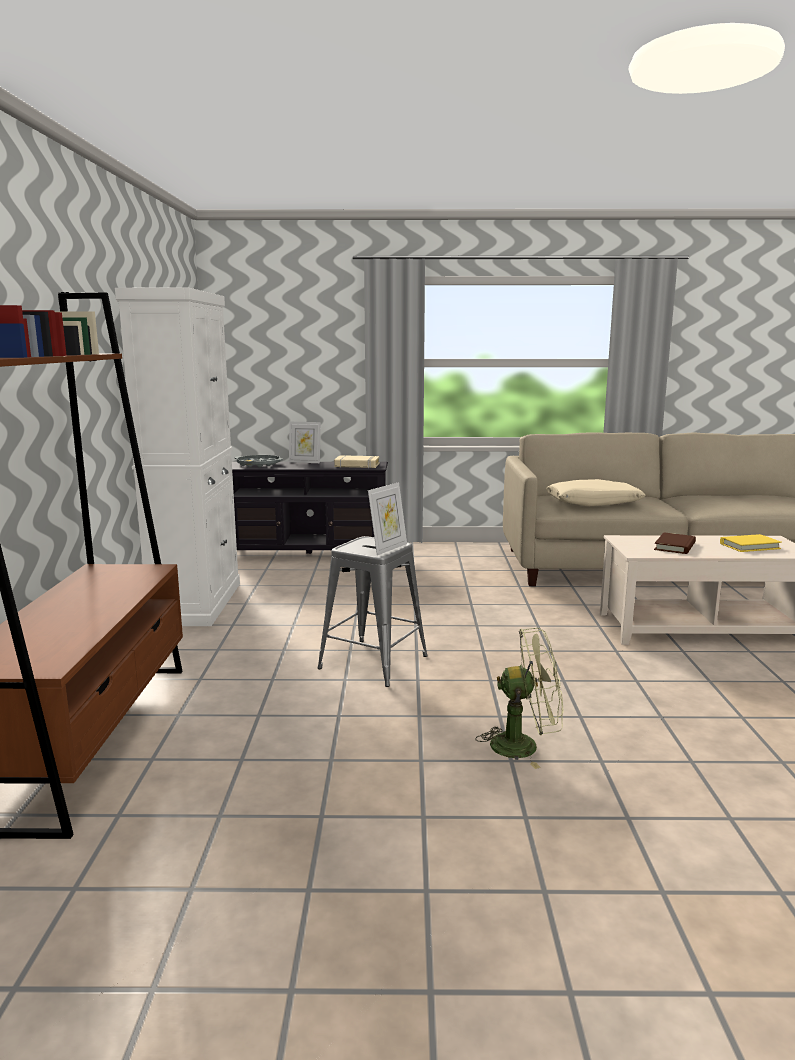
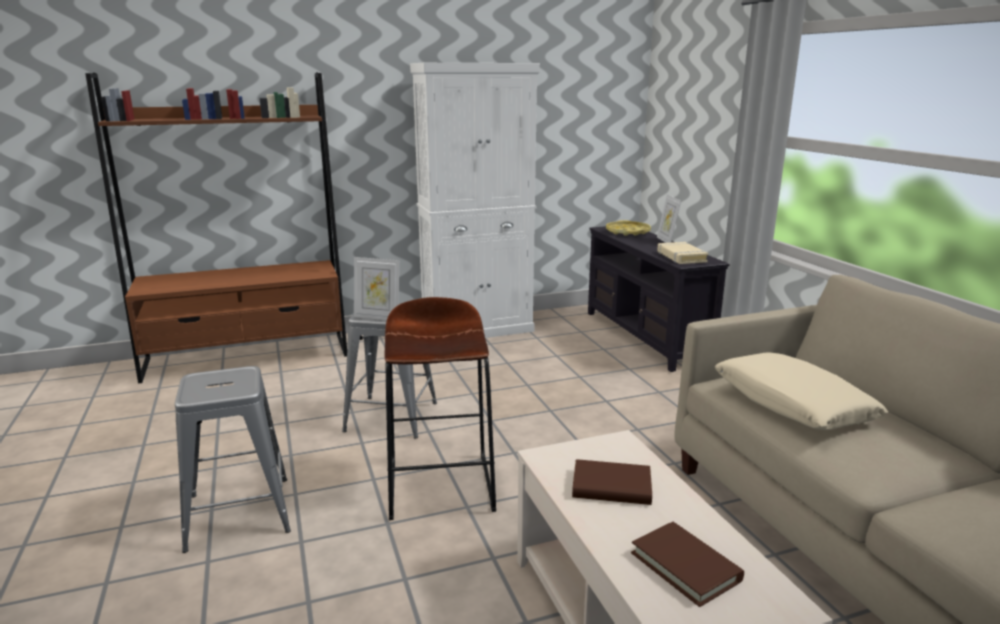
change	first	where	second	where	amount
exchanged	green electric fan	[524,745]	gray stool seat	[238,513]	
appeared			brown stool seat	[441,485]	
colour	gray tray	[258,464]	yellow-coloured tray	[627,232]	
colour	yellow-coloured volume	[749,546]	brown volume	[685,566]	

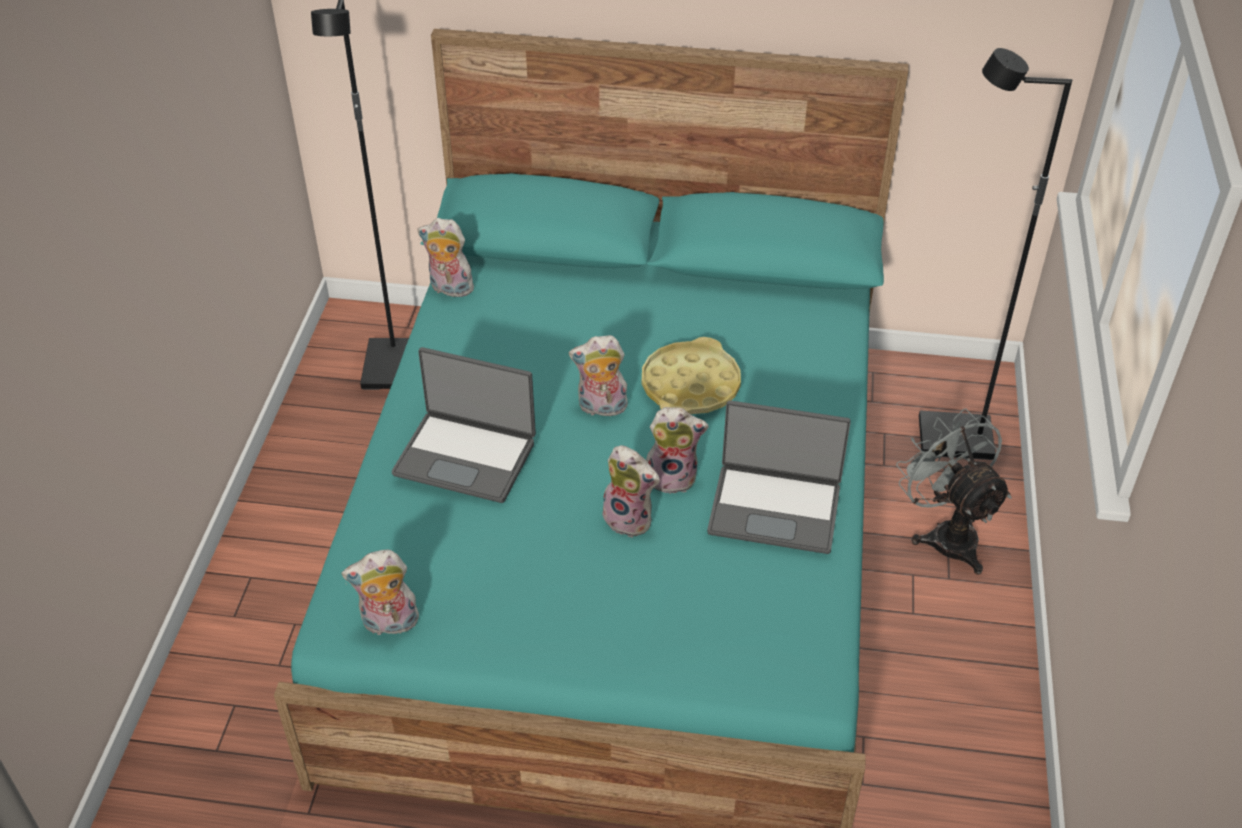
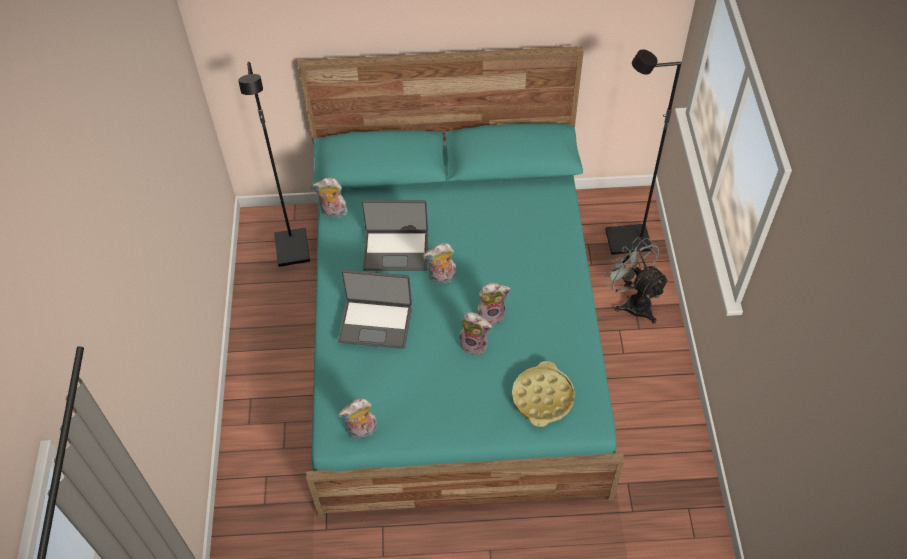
change	first	where	second	where	amount
relocated	notebook computer	[775,508]		[396,250]	
relocated	yellow-coloured tray	[690,385]		[542,397]	

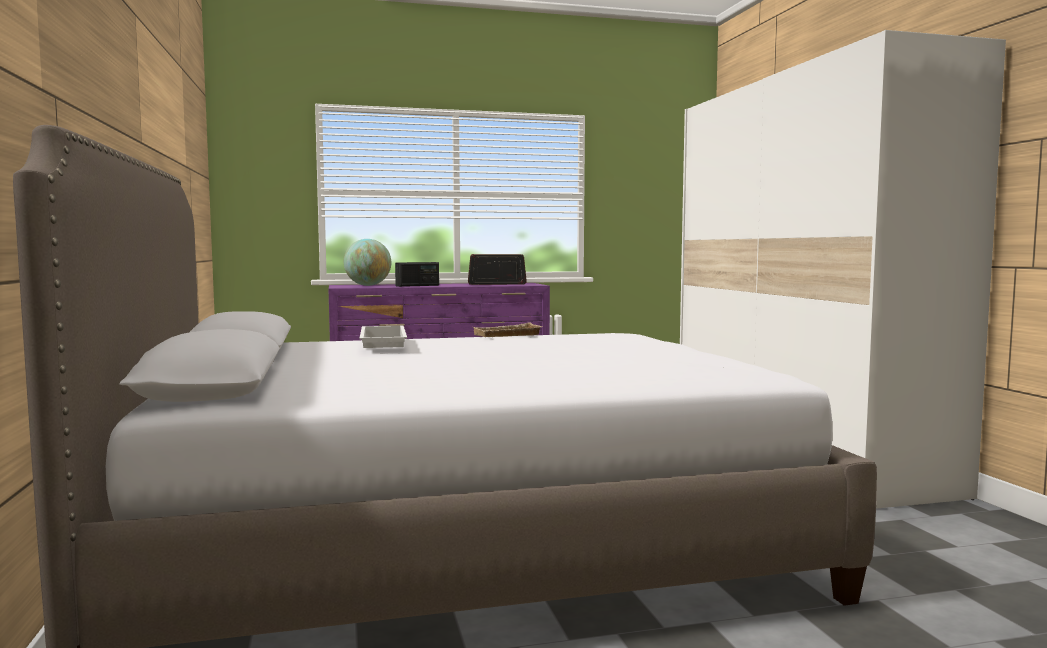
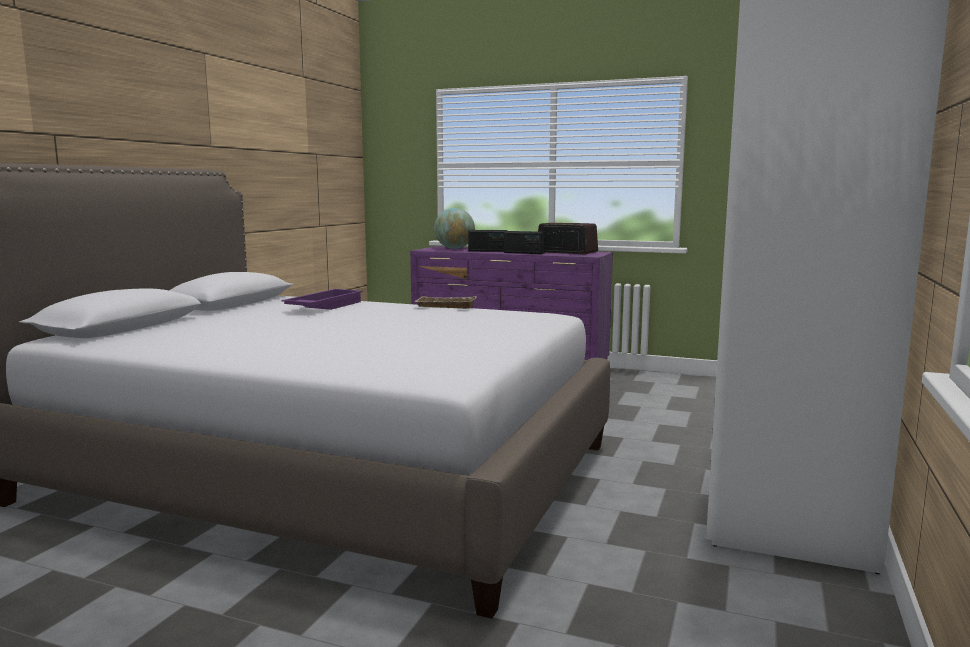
change	first	where	second	where	amount
colour	whitish tray	[381,345]	purple tray	[323,306]	
appeared			radio set	[524,253]	

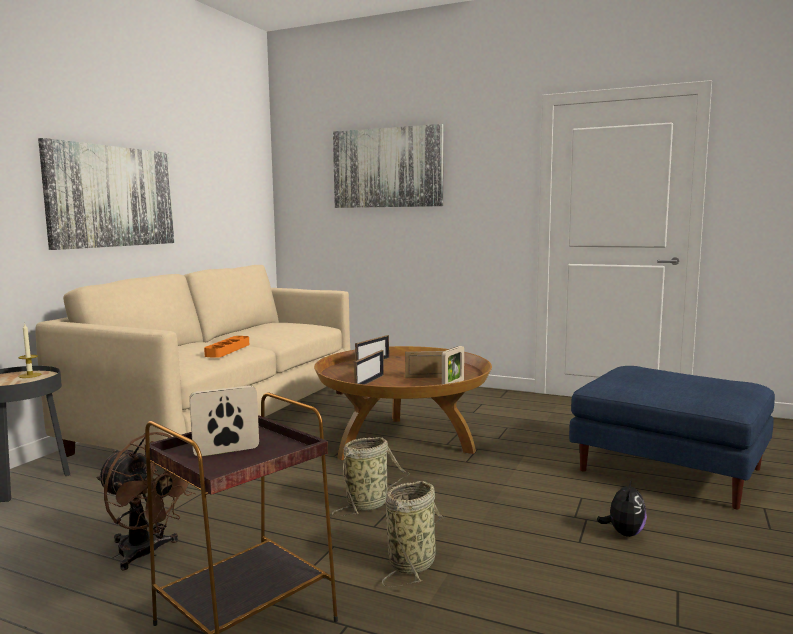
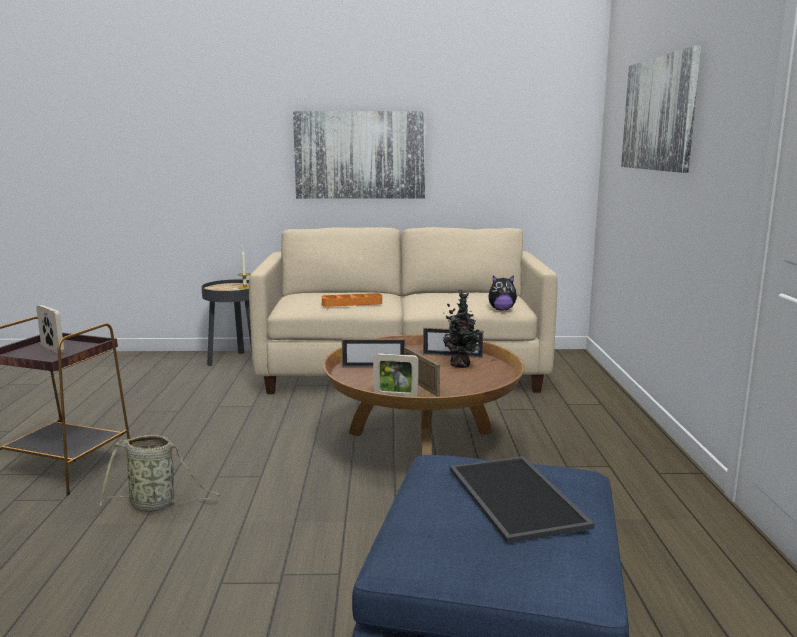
change	first	where	second	where	amount
appeared			houseplant	[462,366]	
appeared			tray	[518,497]	
relocated	soft toy	[623,533]		[501,309]	
missing	brown electric fan	[147,553]			
missing	household basket	[369,503]			

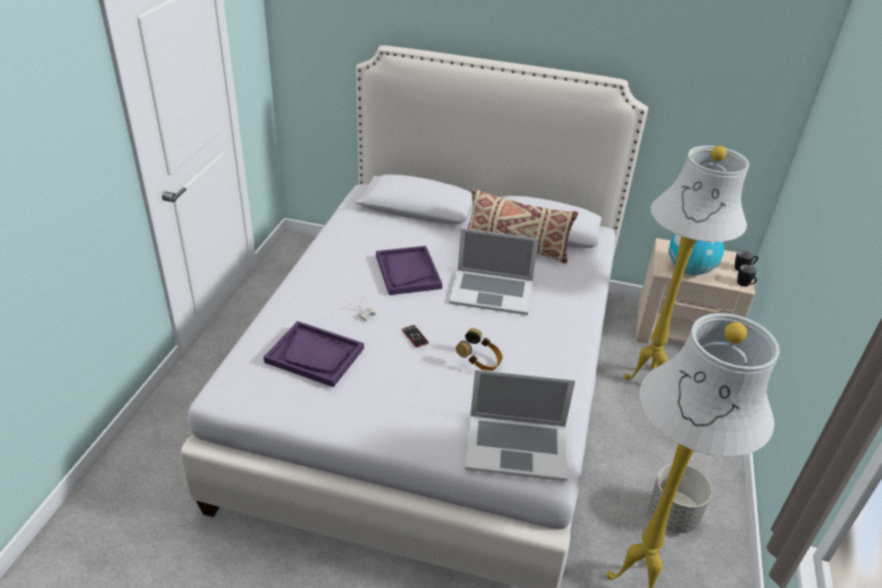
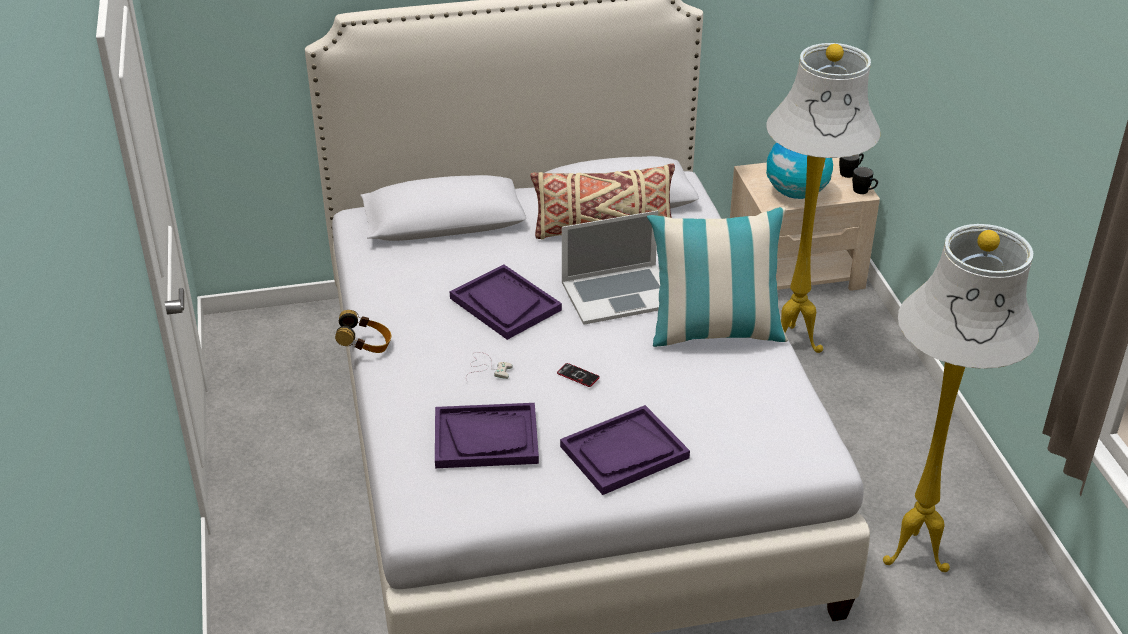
change	first	where	second	where	amount
relocated	headphones	[480,362]		[365,346]	
appeared			purple tray	[624,452]	
appeared			pillow	[715,332]	
missing	notebook computer	[516,446]			
missing	gray flower pot	[673,516]			

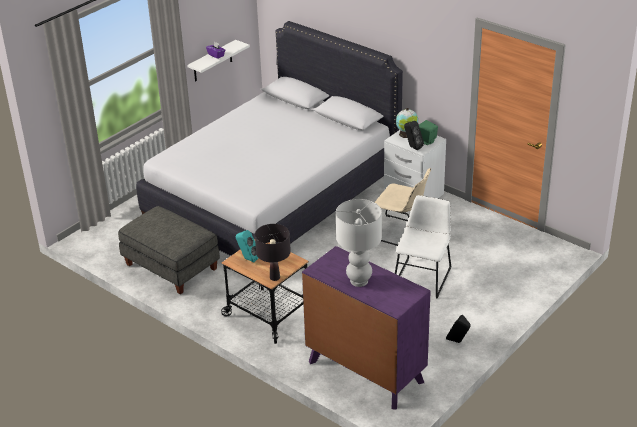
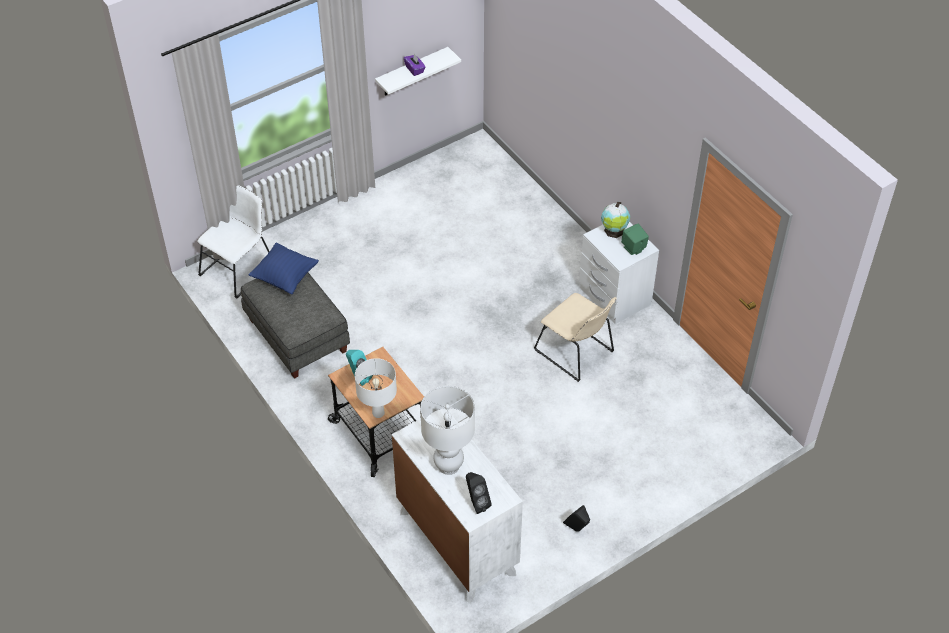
change	first	where	second	where	amount
relocated	whitish plain chair	[423,276]		[239,268]	
appeared			blue pillow	[285,277]	
colour	black tabletop lamp	[274,277]	whitish tabletop lamp	[378,413]	
colour	purple dresser	[365,372]	whitish dresser	[457,542]	
relocated	black audio speaker	[412,147]		[476,503]	
missing	whitish bed	[273,197]			

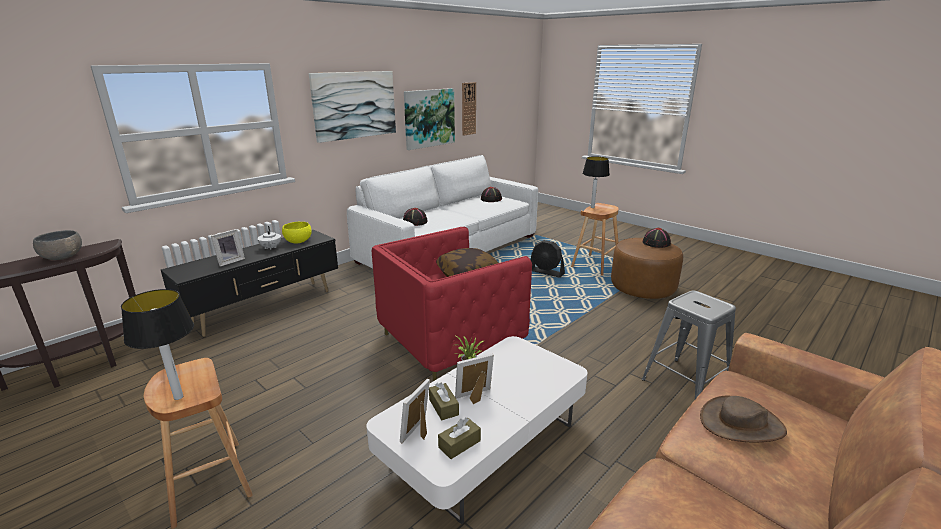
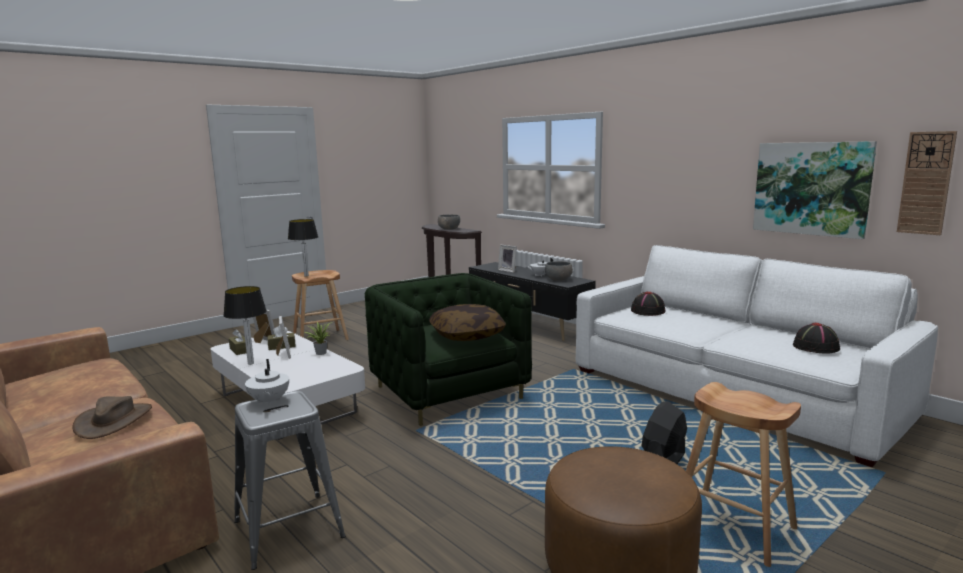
change	first	where	second	where	amount
relocated	tabletop lamp	[592,207]		[251,363]	
appeared			whitish tea pot	[269,401]	
colour	reddish easy chair	[450,341]	green easy chair	[448,392]	
colour	yellow-coloured bowl	[298,241]	gray bowl	[558,279]	
missing	wall picture	[354,105]			
missing	black clothing hat	[656,243]			

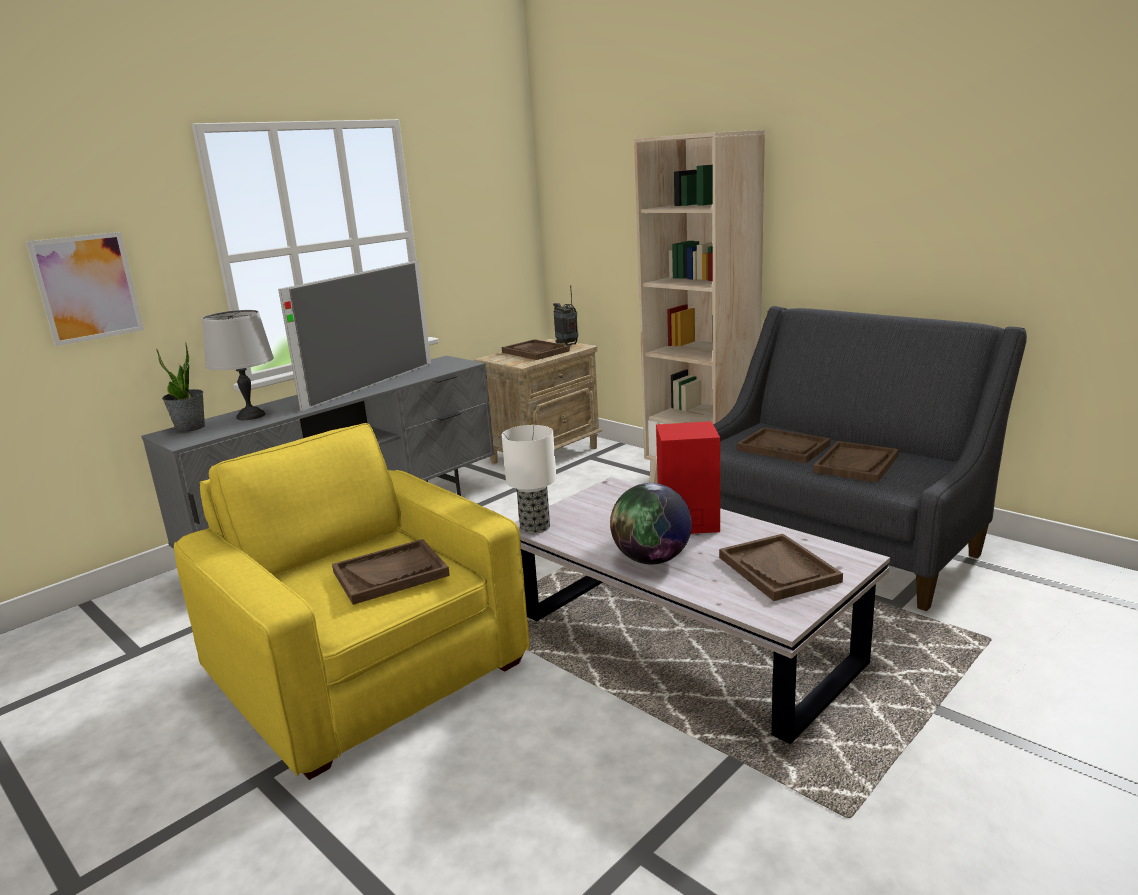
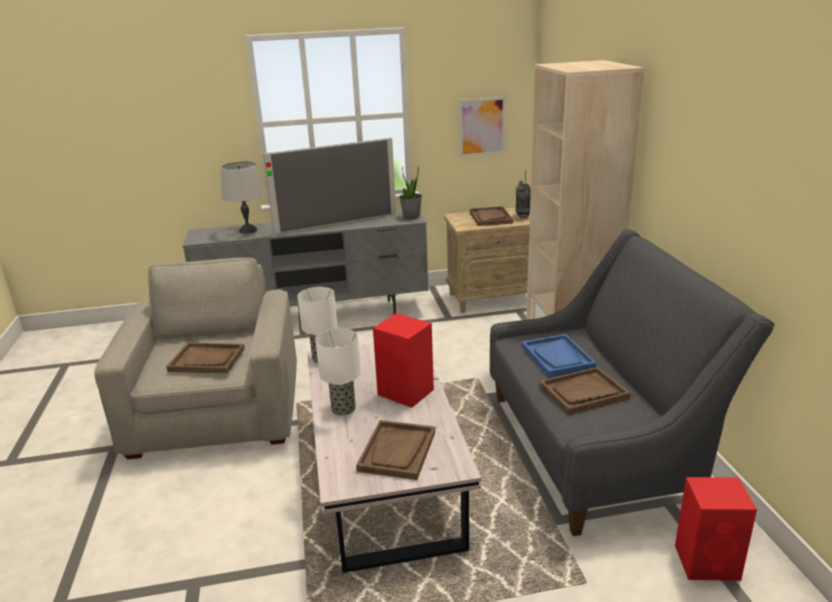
change	first	where	second	where	amount
colour	yellow-coloured easy chair	[367,669]	gray easy chair	[217,411]	
exchanged	globe	[651,559]	tabletop lamp	[343,409]	
relocated	houseplant	[190,427]		[411,216]	
relocated	wall picture	[87,288]		[482,127]	
colour	brown tray	[783,447]	blue tray	[557,357]	
appeared			reddish audio speaker	[708,562]	

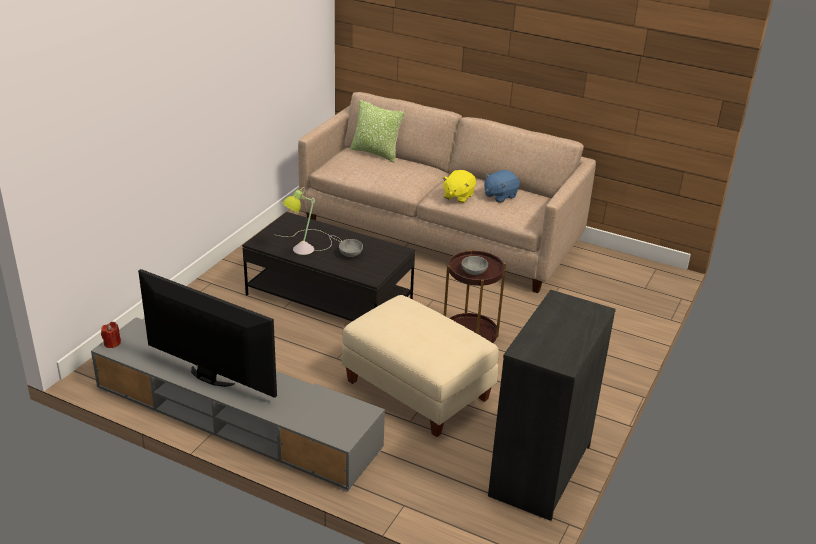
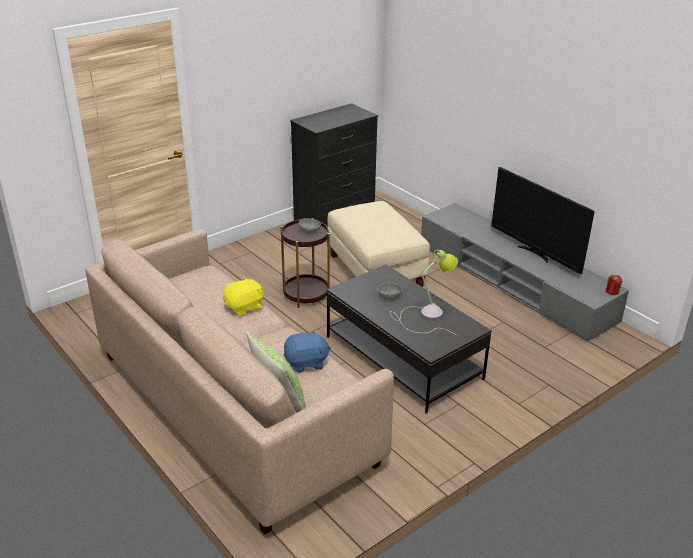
change	first	where	second	where	amount
relocated	blue soft toy	[500,196]		[306,363]	

